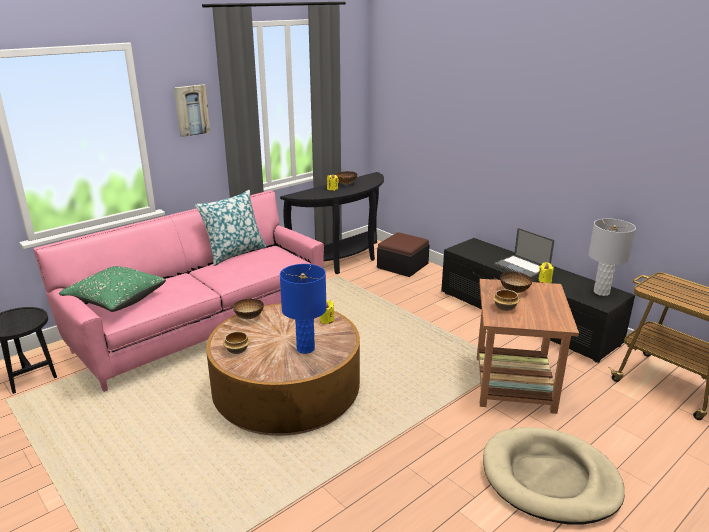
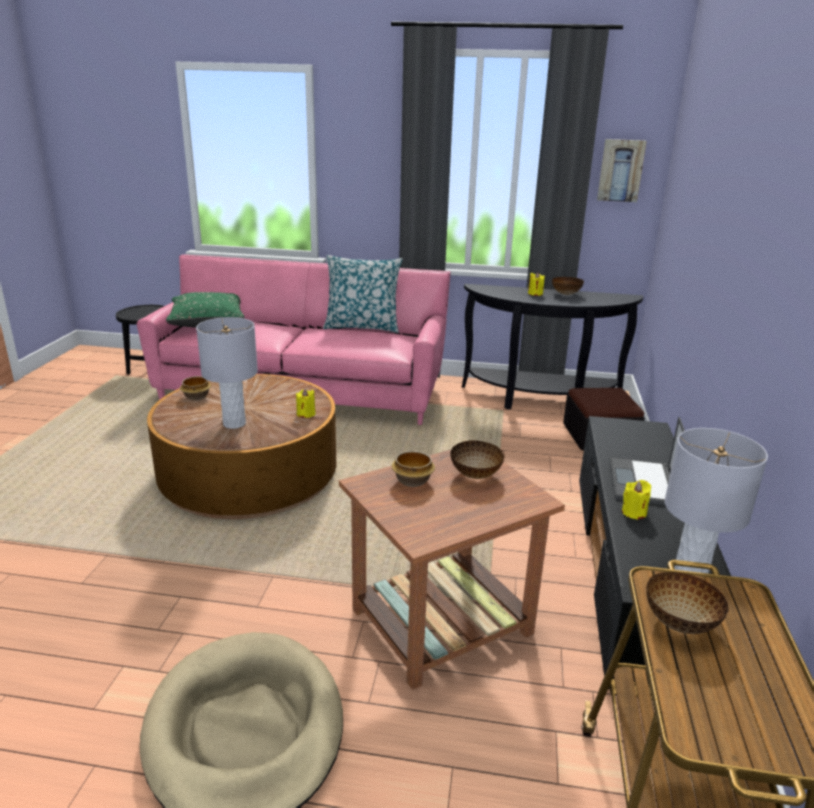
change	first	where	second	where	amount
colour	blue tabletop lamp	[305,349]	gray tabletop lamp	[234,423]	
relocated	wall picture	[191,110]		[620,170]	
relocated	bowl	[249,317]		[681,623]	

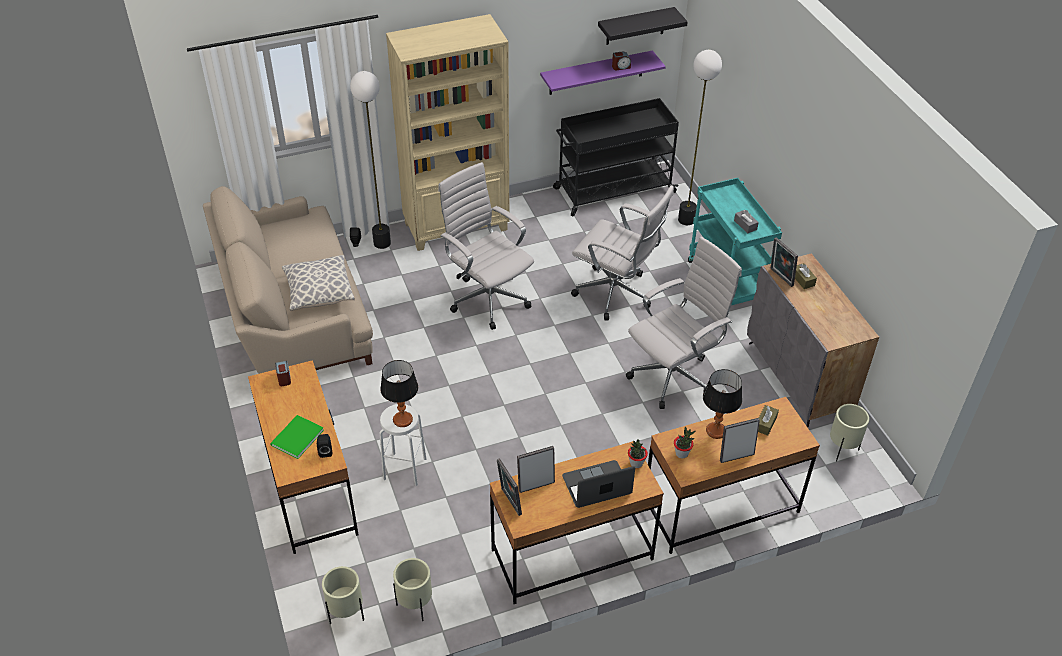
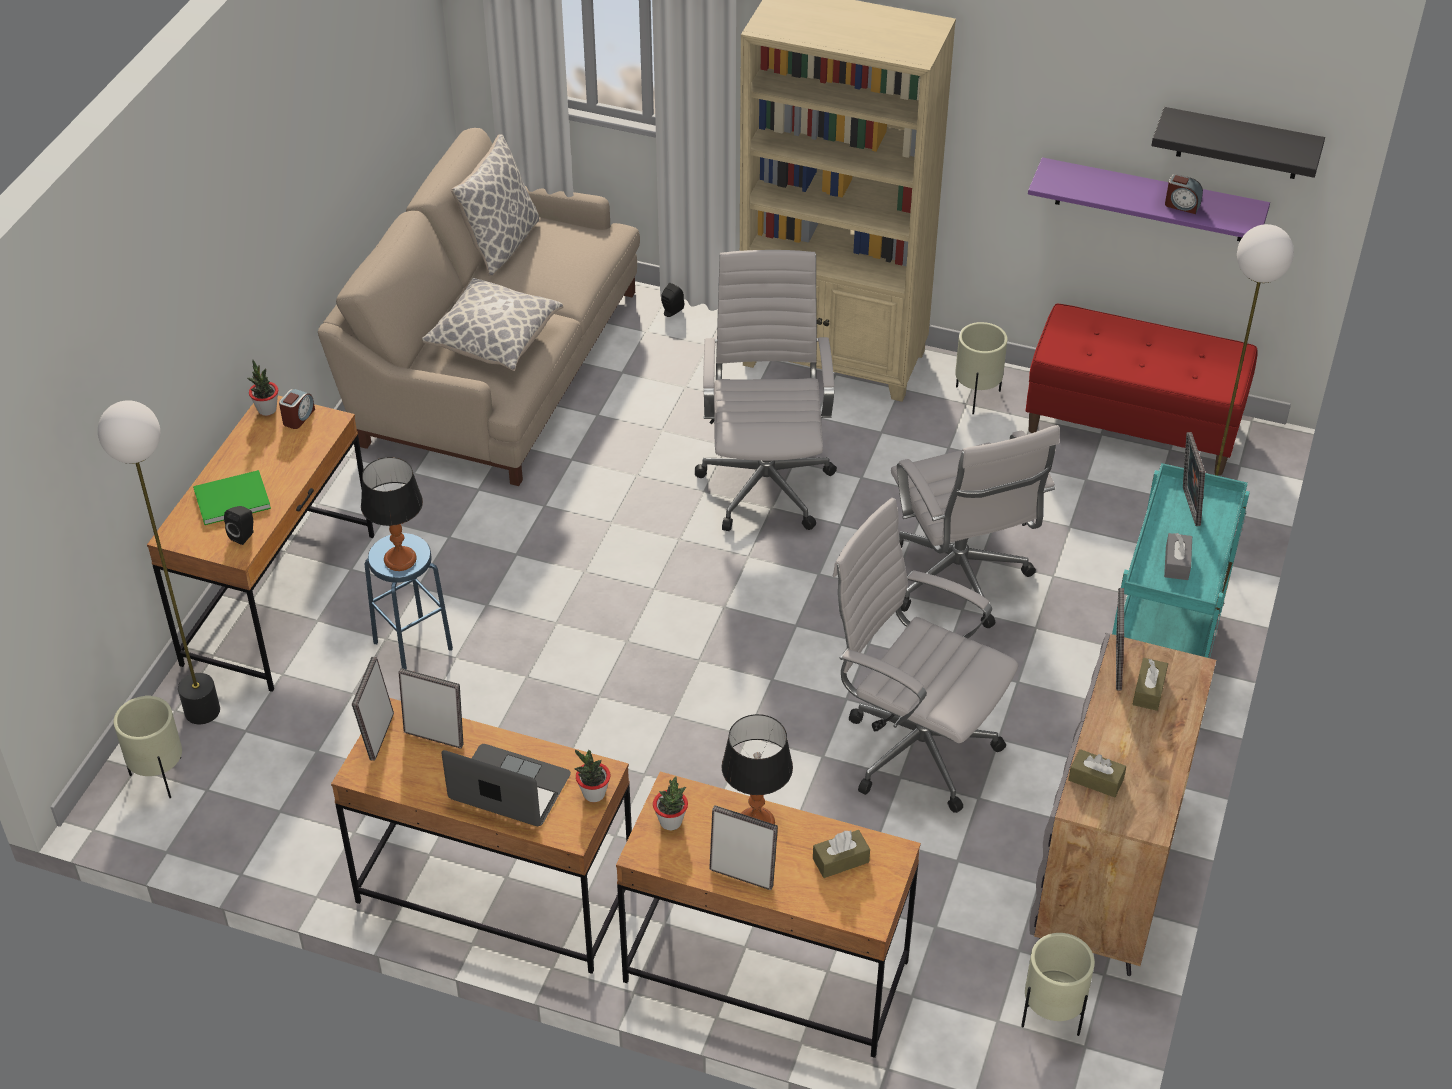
change	first	where	second	where	amount
relocated	standard lamp	[381,243]		[201,711]	
appeared			houseplant	[267,409]	
colour	whitish stool seat	[405,469]	blue stool seat	[413,646]	
appeared			pillow	[501,243]	
spun	whitish desk chair	[674,375]		[913,748]	150 degrees counterclockwise
relocated	beige-coloured flower pot	[415,605]		[976,397]	
exchanged	black trolley	[613,190]	reddish long seat	[1133,426]	
appeared			brown box of tissues	[1095,780]	
appeared			photo frame	[1187,506]	

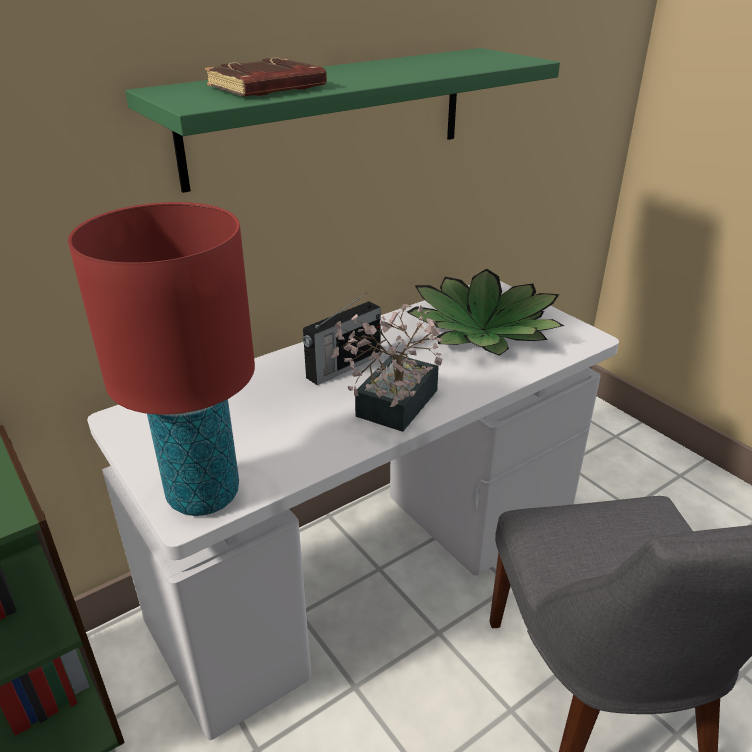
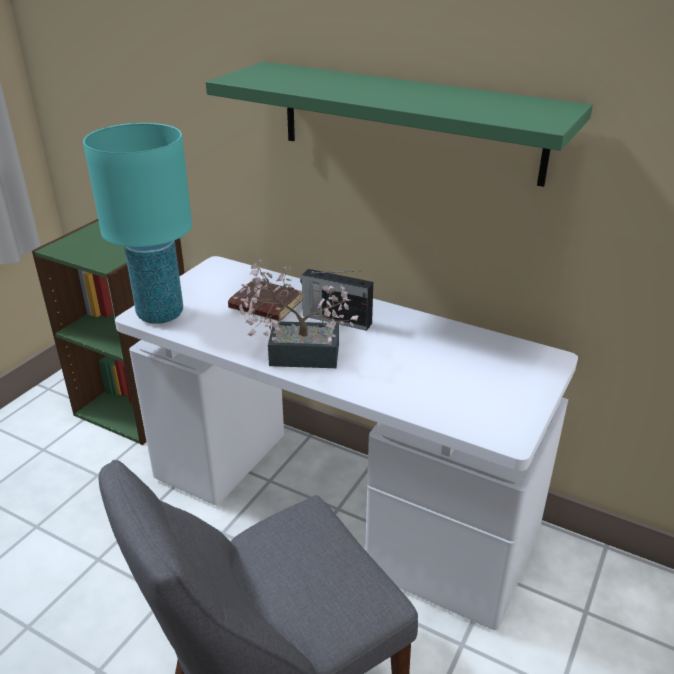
change	first	where	second	where	amount
colour	reddish tabletop lamp	[203,494]	turquoise tabletop lamp	[161,314]	
relocated	brown volume	[267,88]		[265,306]	
missing	houseplant	[482,329]			

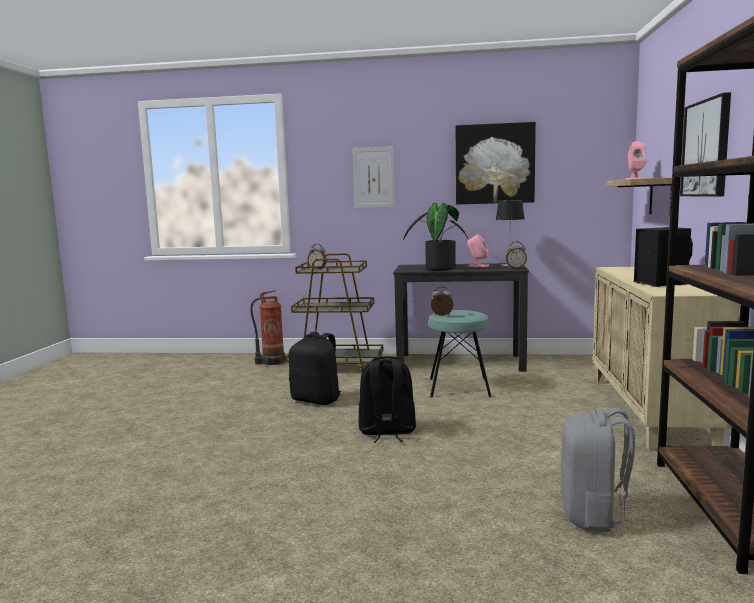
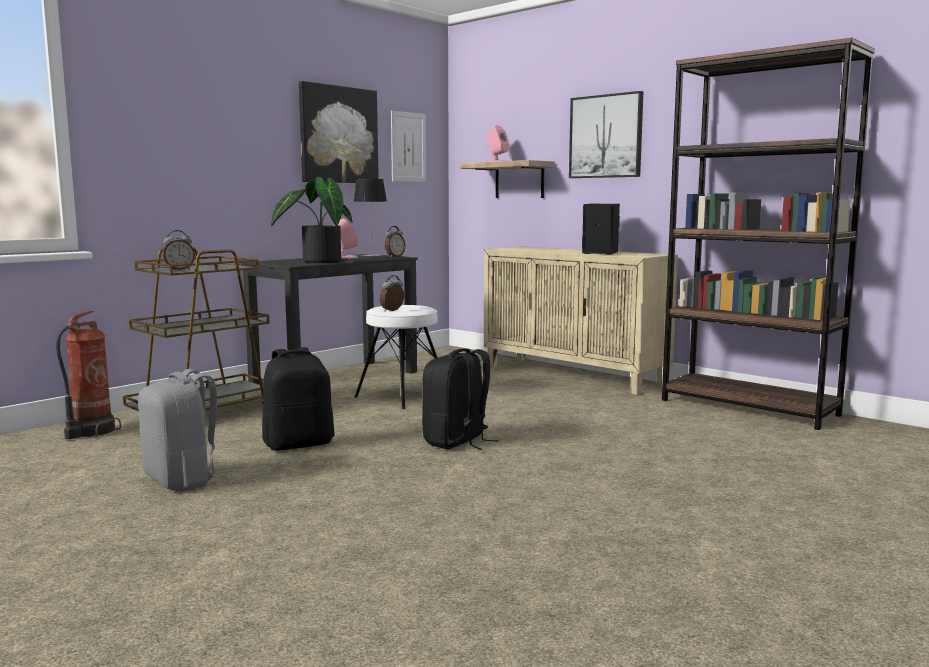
change	first	where	second	where	amount
relocated	gray knapsack	[594,515]		[183,480]	
colour	turquoise stool seat	[459,387]	whitish stool seat	[402,396]	
relocated	wall picture	[373,177]		[408,147]	

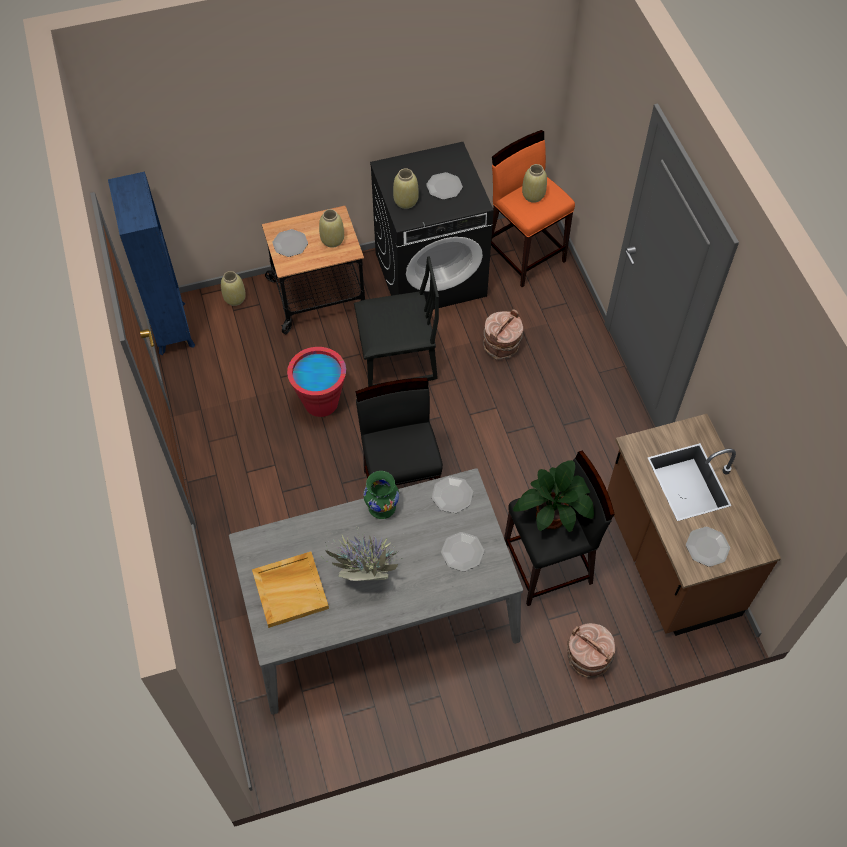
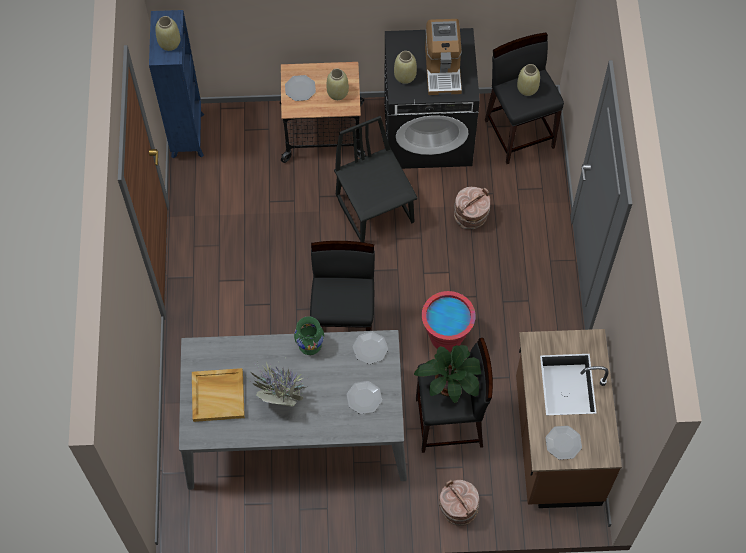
change	first	where	second	where	amount
relocated	beige-coloured flower vase	[235,298]		[169,43]	
spun	black plain chair	[398,360]		[375,209]	120 degrees counterclockwise
relocated	reddish pail	[321,402]		[446,337]	
exchanged	plate	[444,187]	coffee machine	[443,69]	
colour	orange-coloured stool seat	[525,254]	black stool seat	[519,133]	

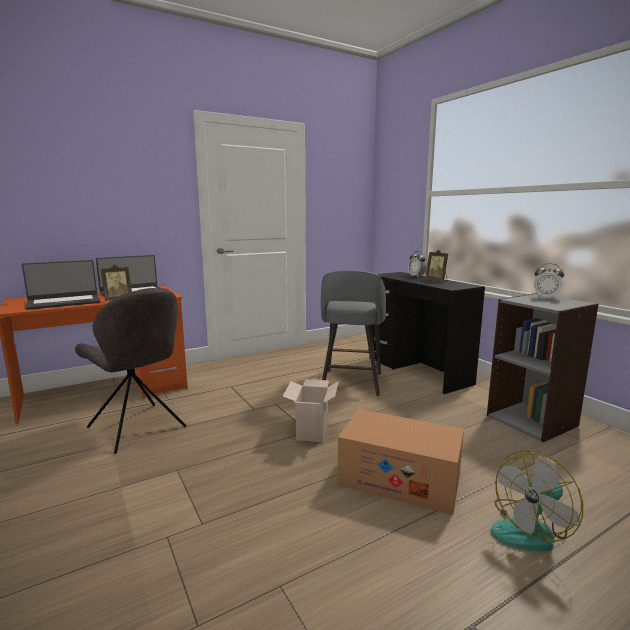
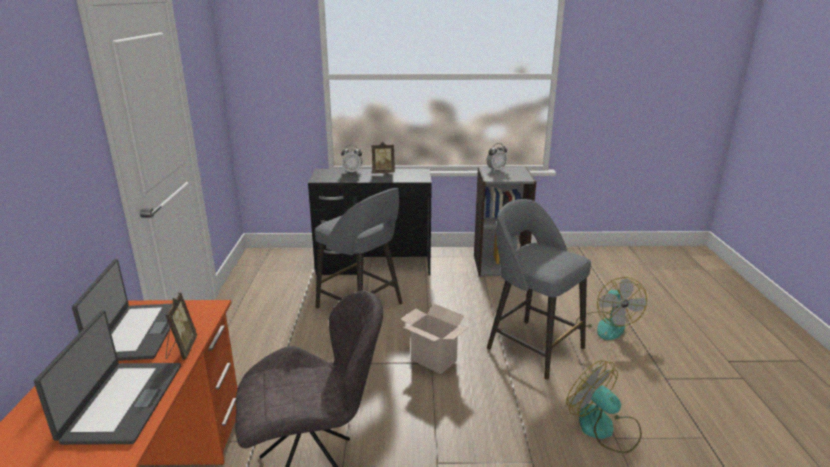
change	first	where	second	where	amount
exchanged	cardboard box	[399,479]	gray stool seat	[533,347]	
appeared			electric fan	[604,429]	

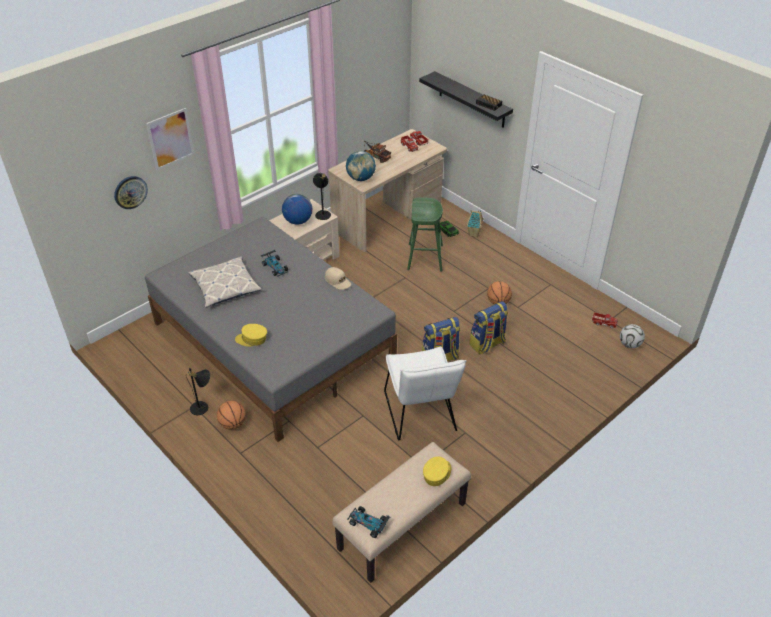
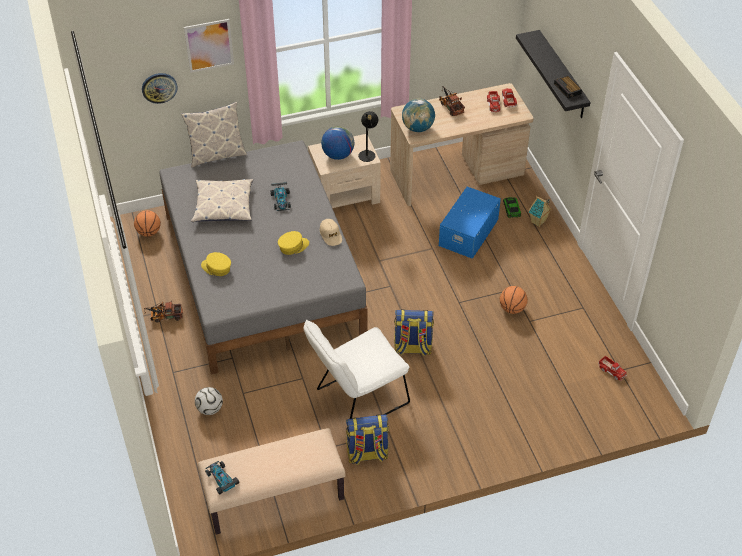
change	first	where	second	where	amount
relocated	ball for basketball	[233,424]		[149,232]	
exchanged	black tabletop lamp	[203,407]	model truck	[164,316]	
appeared			pillow	[216,155]	
relocated	football	[629,344]		[210,409]	
relocated	yellow-coloured cap	[437,474]		[293,246]	
spun	whitish plain chair	[421,415]		[357,399]	45 degrees clockwise
relocated	knapsack	[487,344]		[367,454]	
exchanged	green stool seat	[425,257]	blue storage box	[467,232]	

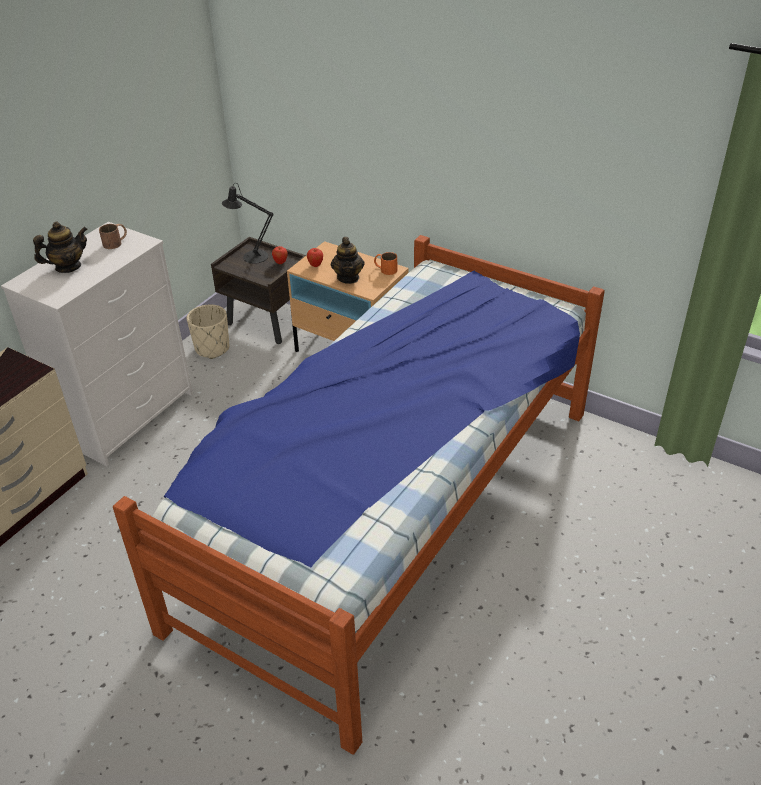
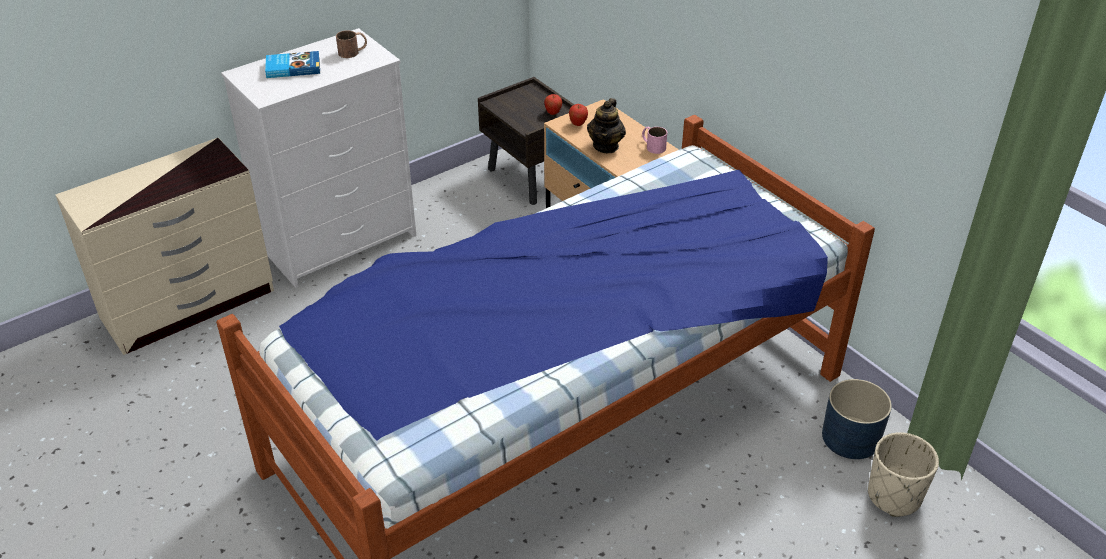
change	first	where	second	where	amount
exchanged	tea pot	[68,267]	volume	[293,67]	
colour	orange-coloured mug	[385,269]	pinkish mug	[652,146]	
appeared			blue flower pot	[851,437]	
relocated	beige-coloured flower pot	[212,348]		[894,496]	
missing	black tabletop lamp	[251,257]			

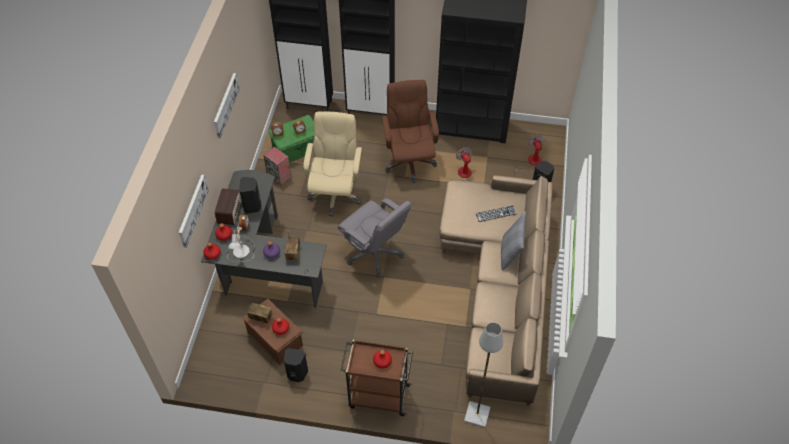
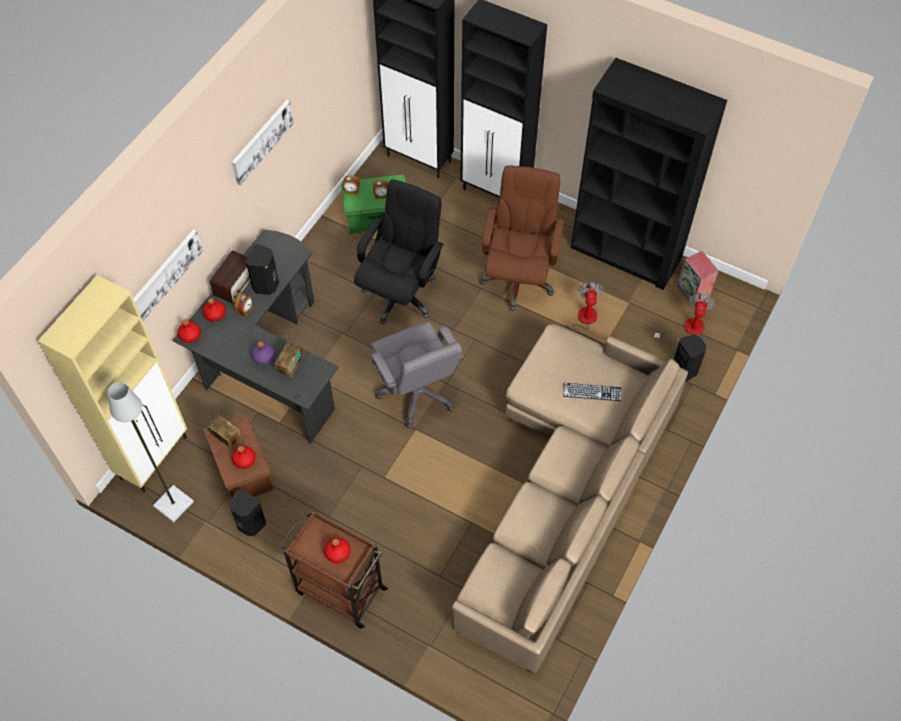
change	first	where	second	where	amount
appeared			beige-coloured storage cabinet	[155,457]	
relocated	gray standard lamp	[476,414]		[173,503]	
colour	beige-coloured desk chair	[335,193]	black desk chair	[400,294]	
relocated	audio speaker	[279,176]		[693,291]	
missing	tabletop lamp	[243,252]			
missing	gray pillow	[510,253]			

